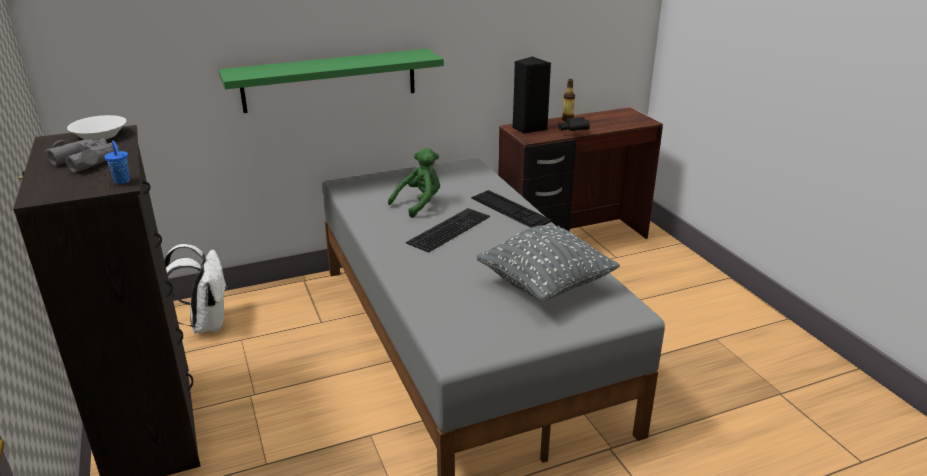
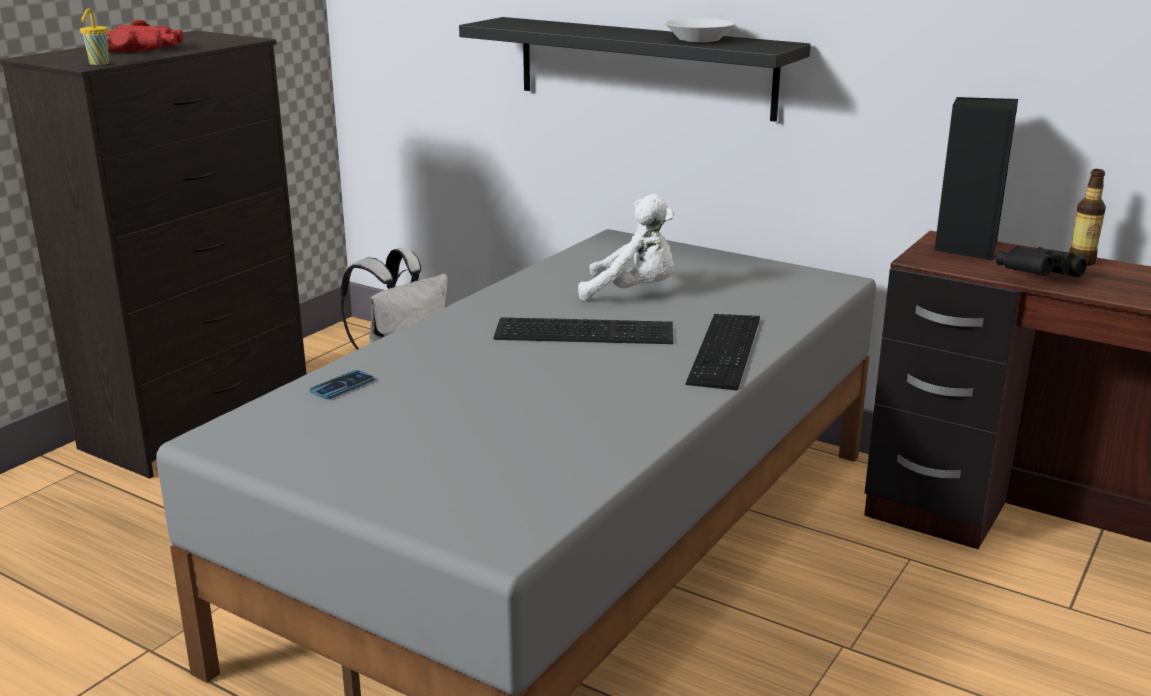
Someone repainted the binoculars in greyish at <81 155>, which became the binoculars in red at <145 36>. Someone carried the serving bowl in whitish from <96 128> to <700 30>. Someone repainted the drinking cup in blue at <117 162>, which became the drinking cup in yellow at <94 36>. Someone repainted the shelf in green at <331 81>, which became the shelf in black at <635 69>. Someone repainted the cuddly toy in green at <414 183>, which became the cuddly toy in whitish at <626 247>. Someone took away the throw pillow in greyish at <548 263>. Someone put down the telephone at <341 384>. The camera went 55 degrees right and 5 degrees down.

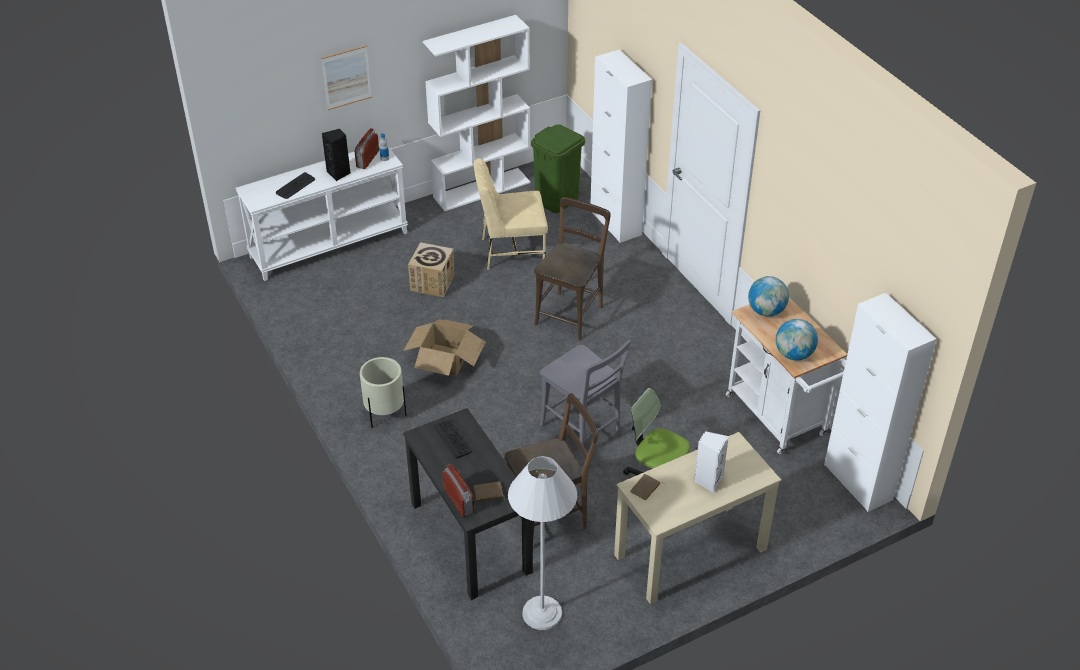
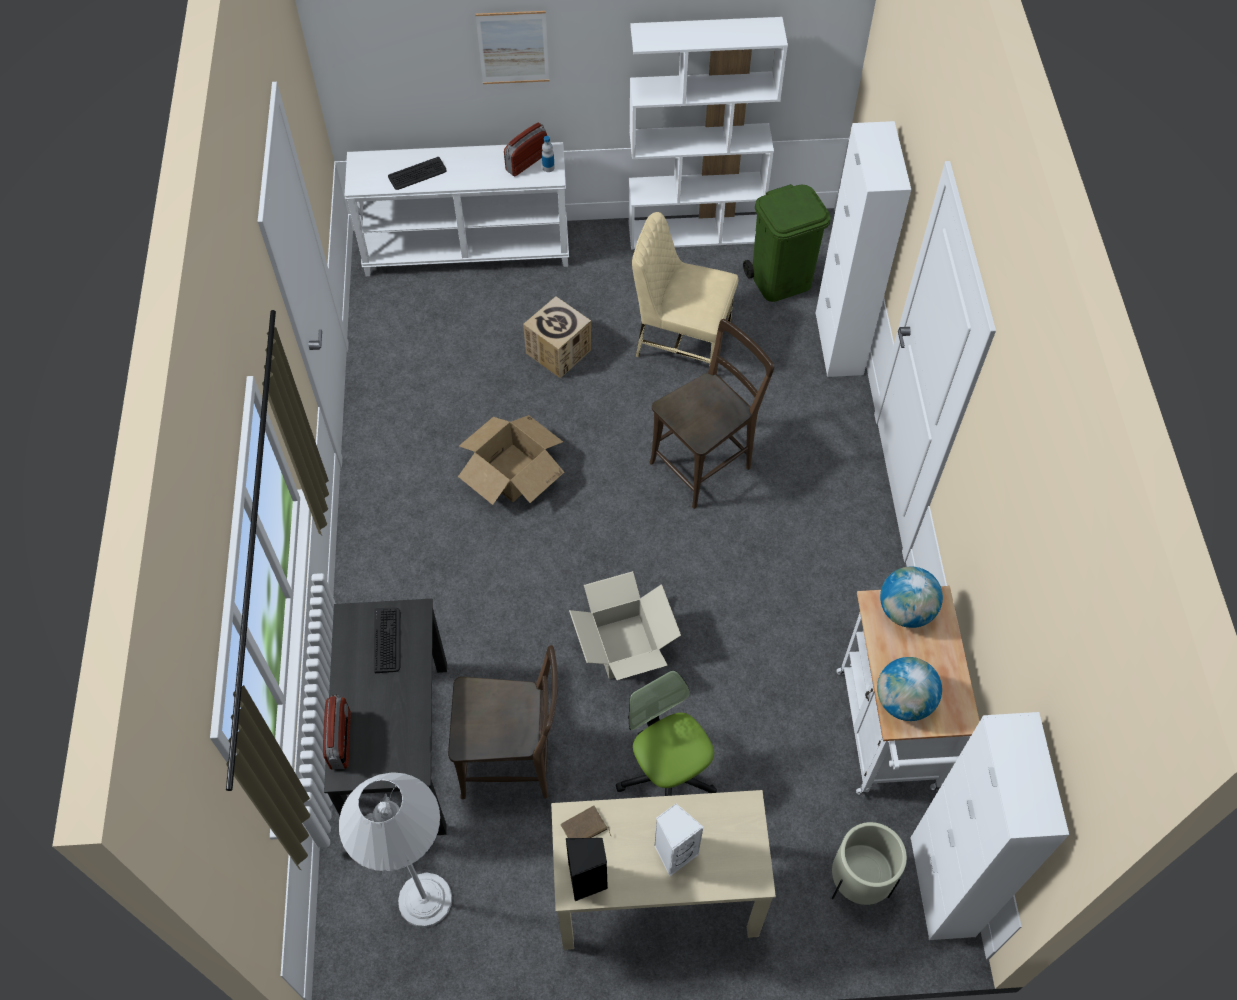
Someone carried the audio speaker in black from <336 155> to <587 869>. Someone carried the planter in beige from <383 392> to <869 863>. Someone took away the book in brownish at <489 491>. Someone swapped the upright chair in greyish at <585 398> for the carton at <625 625>. The camera went 25 degrees right and 15 degrees up.

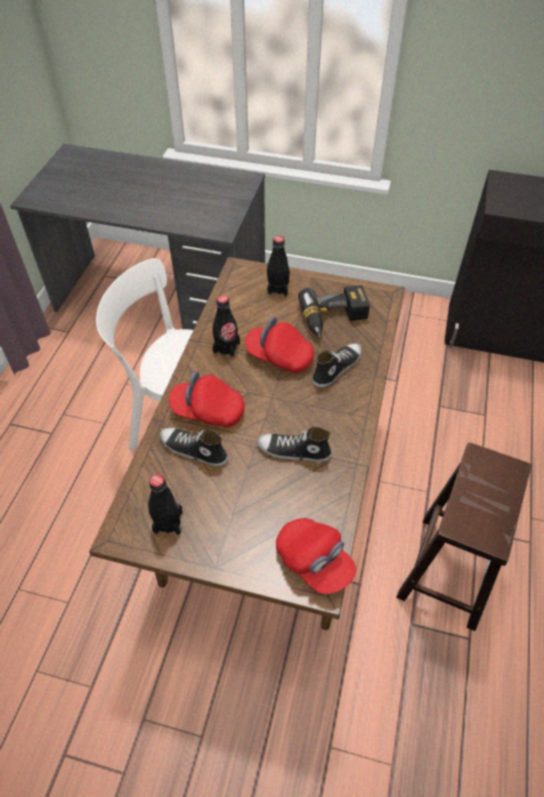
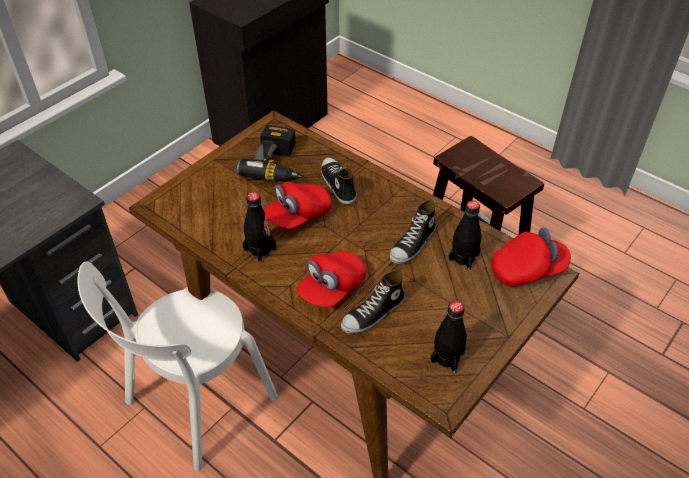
Someone carried the bottle in black from <278 266> to <464 235>. The camera went 65 degrees left and 5 degrees down.

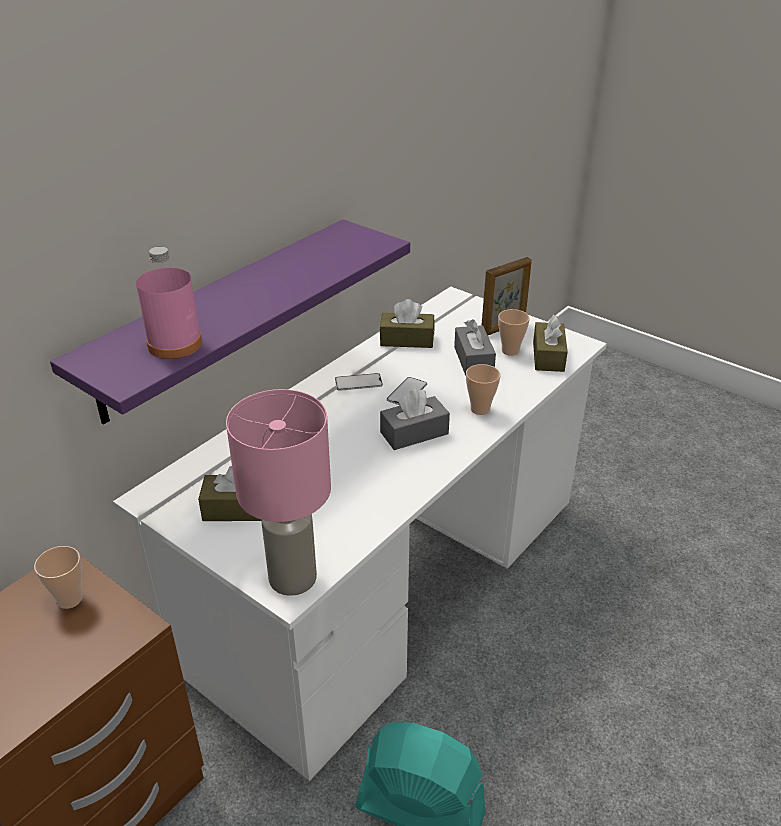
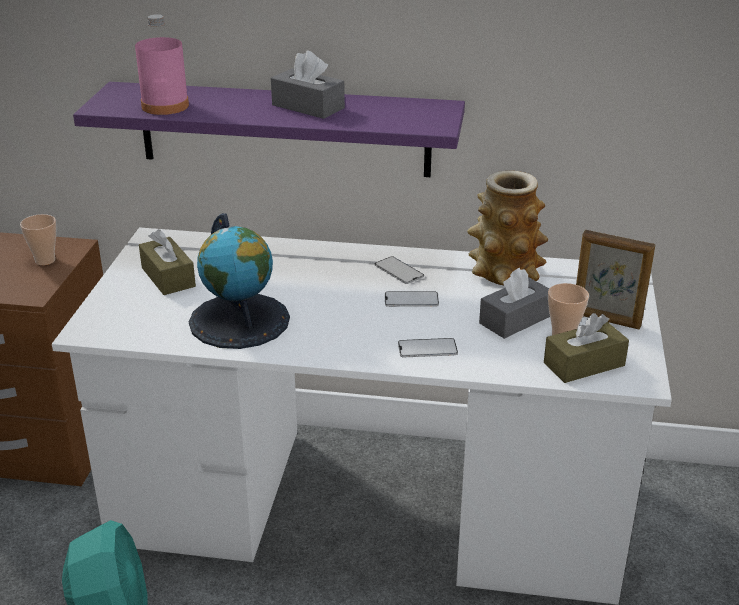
Someone took away the lamp for a table in pink-coloured at <278 492>. Someone swapped the box of tissues in brownish at <407 323> for the decorative vase at <507 228>. Someone carried the box of tissues in greyish from <415 419> to <308 85>. Someone swapped the drinking cup at <483 389> for the telephone at <428 347>. Someone put down the desk globe at <239 281>. The camera went 60 degrees right and 5 degrees down.

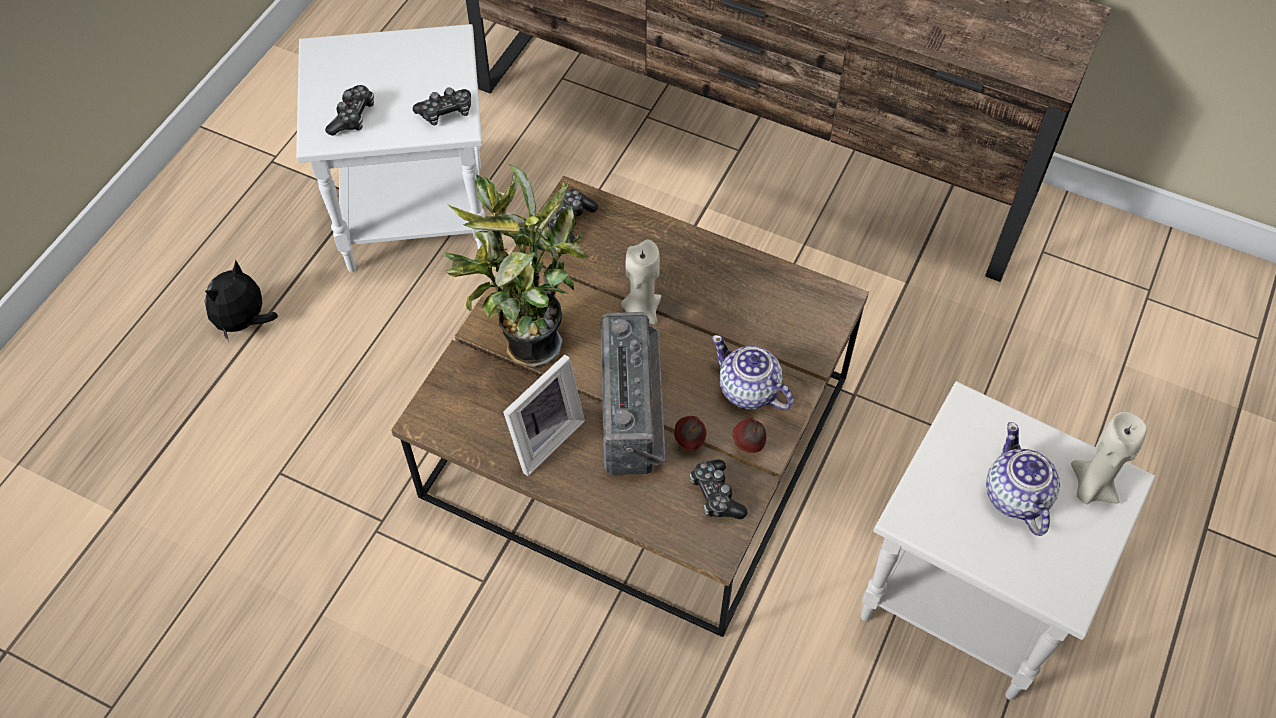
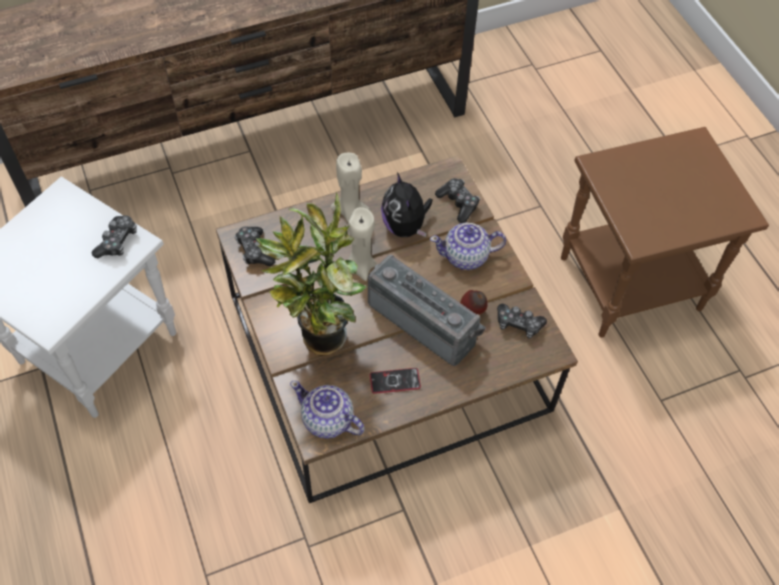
Someone carried the cuddly toy from <241 300> to <407 204>. Someone carried the gamepad from <349 110> to <457 200>. Someone swapped the photo frame at <544 415> for the telephone at <395 381>. Someone took away the whole apple at <749 435>. Someone repainted the side table in whitish at <1008 540>, which became the side table in brownish at <665 232>. Someone carried the teapot from <1023 479> to <327 410>. Someone carried the wax light in beige from <1109 458> to <350 187>. The camera went 50 degrees left and 0 degrees up.

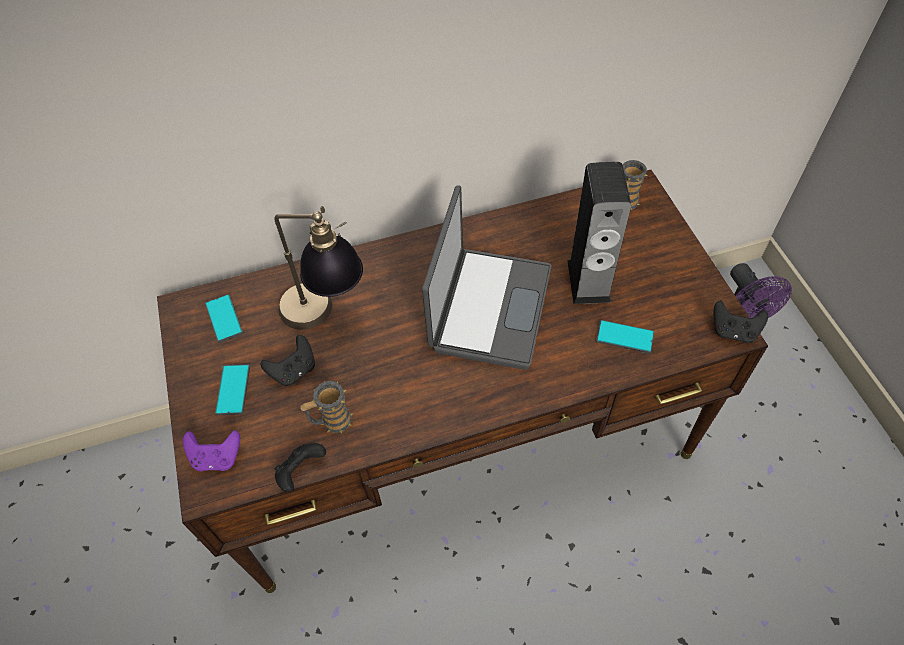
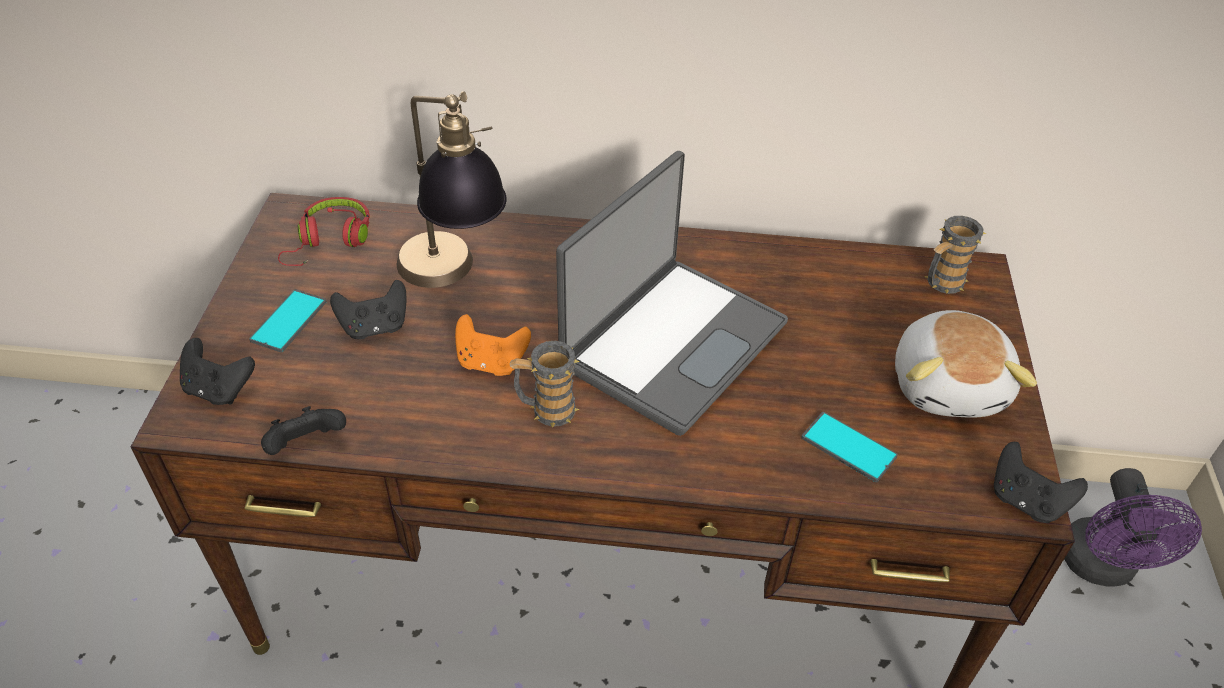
Someone repainted the gamepad in purple at <211 450>, which became the gamepad in black at <217 371>. Someone swapped the telephone at <224 318> for the pair of headphones in red at <324 231>. Someone carried the mug from <327 407> to <544 384>. Someone took away the audio speaker at <599 233>. Someone put down the gamepad in orange-coloured at <493 345>. Someone put down the cuddly toy at <966 364>. The camera went 20 degrees right and 10 degrees down.

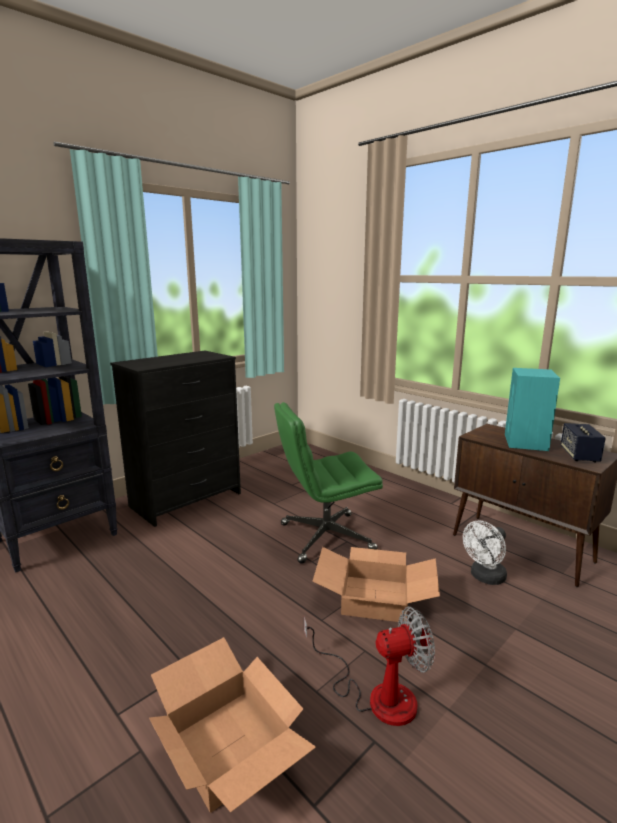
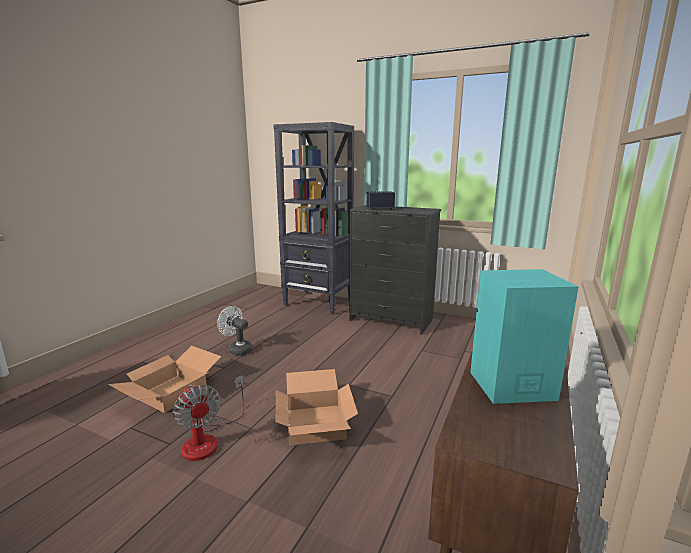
Someone took away the computer chair in green at <328 483>. Someone carried the cooling fan in whitish from <485 552> to <235 331>. Someone carried the audio speaker from <583 442> to <380 200>. The camera went 70 degrees right and 0 degrees up.

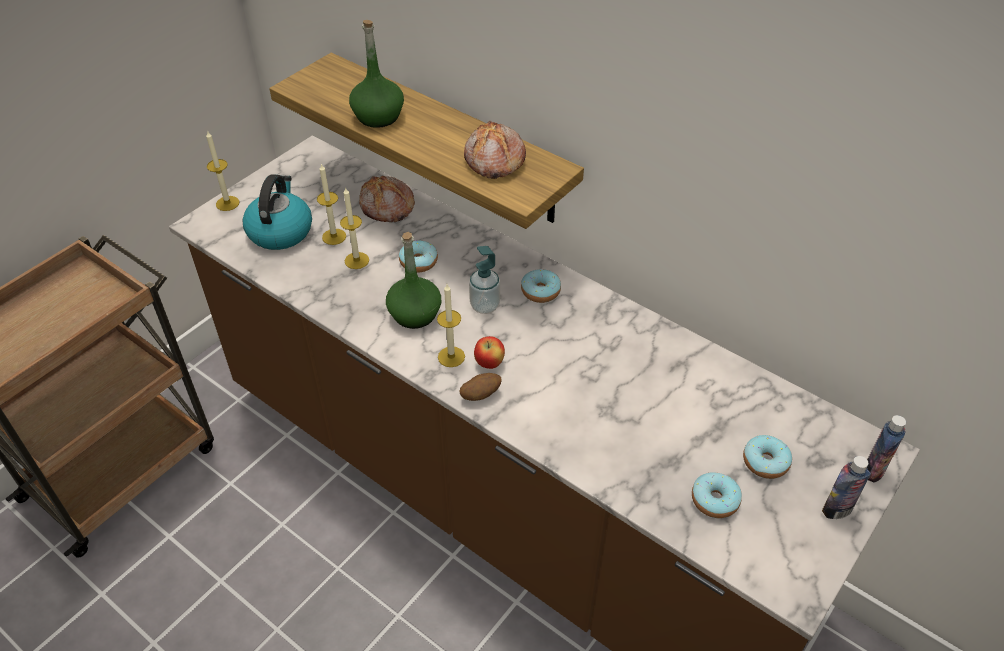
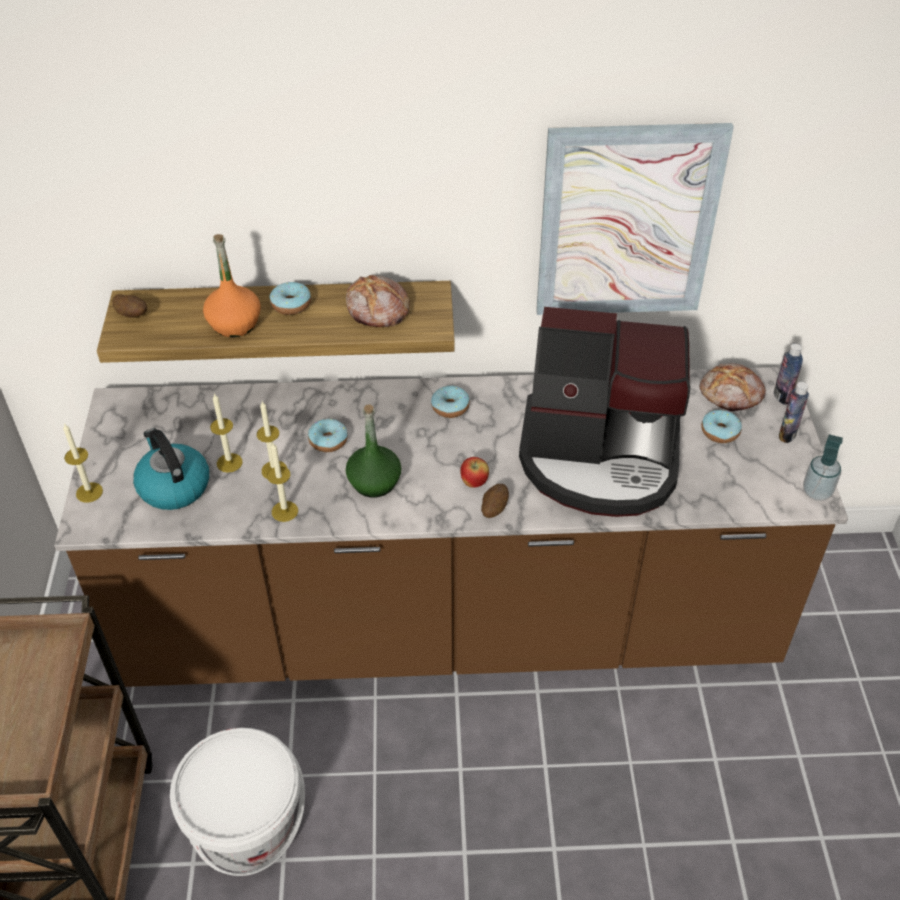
Someone repainted the bottle in green at <376 74>, which became the bottle in orange-coloured at <232 286>. Someone carried the bakery bread from <387 199> to <733 387>. Someone carried the wax light from <451 325> to <282 482>. Someone carried the soap bottle from <484 280> to <823 467>. Someone carried the doughnut from <717 495> to <290 298>. Someone put down the whole potato at <129 306>. Someone put down the pail in whitish at <237 802>. Someone put down the coffee brewer at <604 412>. Someone put up the wall picture at <635 219>. The camera went 40 degrees left and 0 degrees up.

